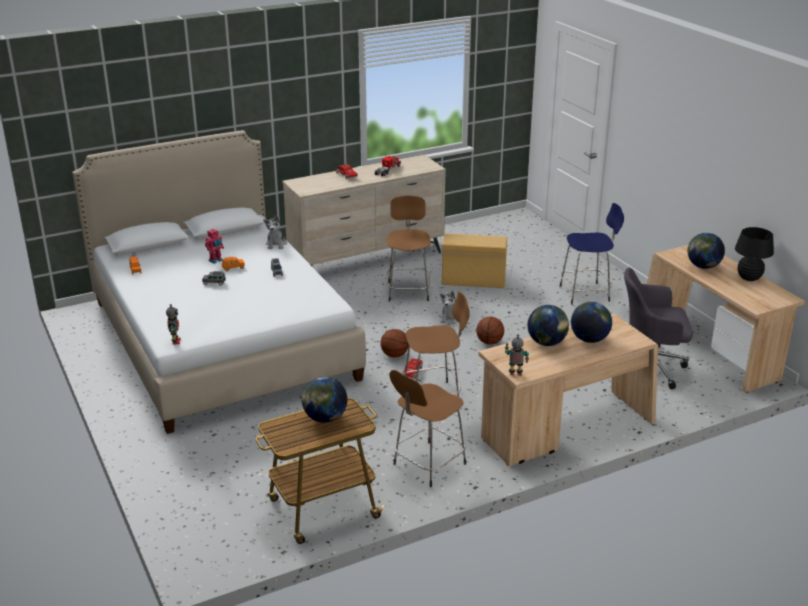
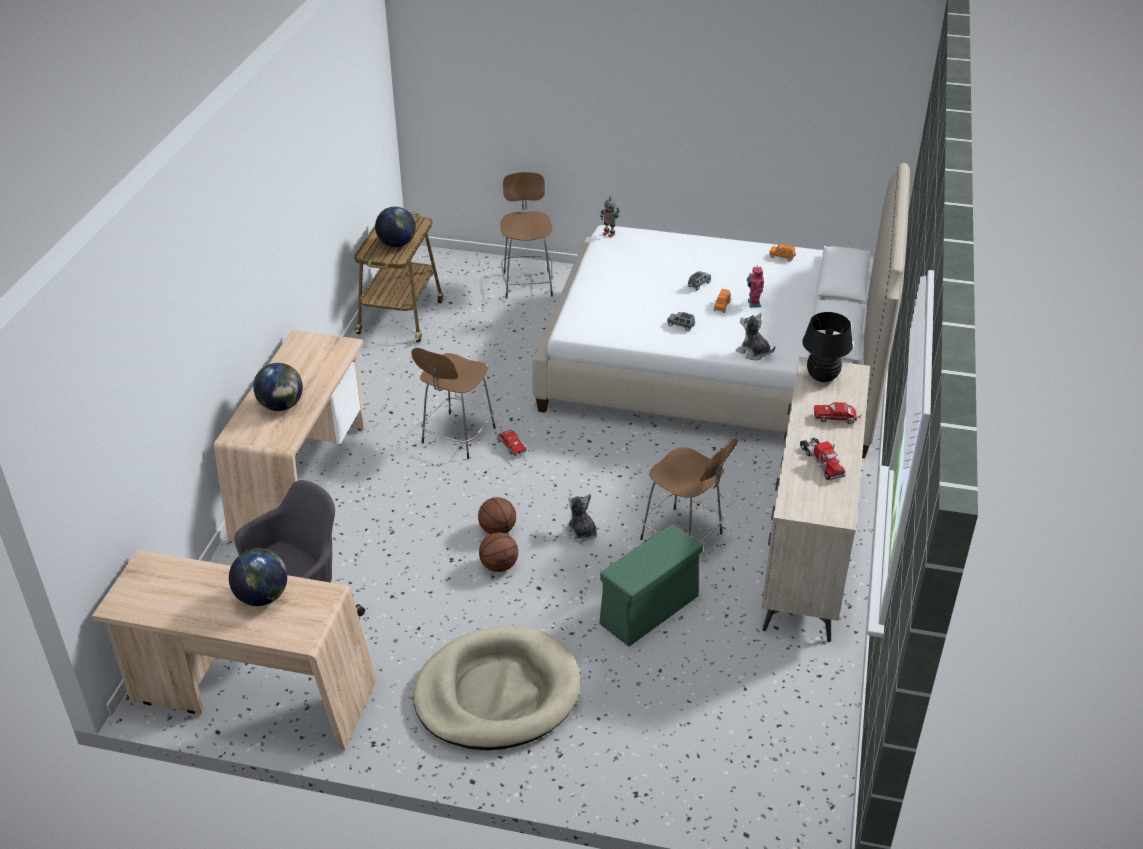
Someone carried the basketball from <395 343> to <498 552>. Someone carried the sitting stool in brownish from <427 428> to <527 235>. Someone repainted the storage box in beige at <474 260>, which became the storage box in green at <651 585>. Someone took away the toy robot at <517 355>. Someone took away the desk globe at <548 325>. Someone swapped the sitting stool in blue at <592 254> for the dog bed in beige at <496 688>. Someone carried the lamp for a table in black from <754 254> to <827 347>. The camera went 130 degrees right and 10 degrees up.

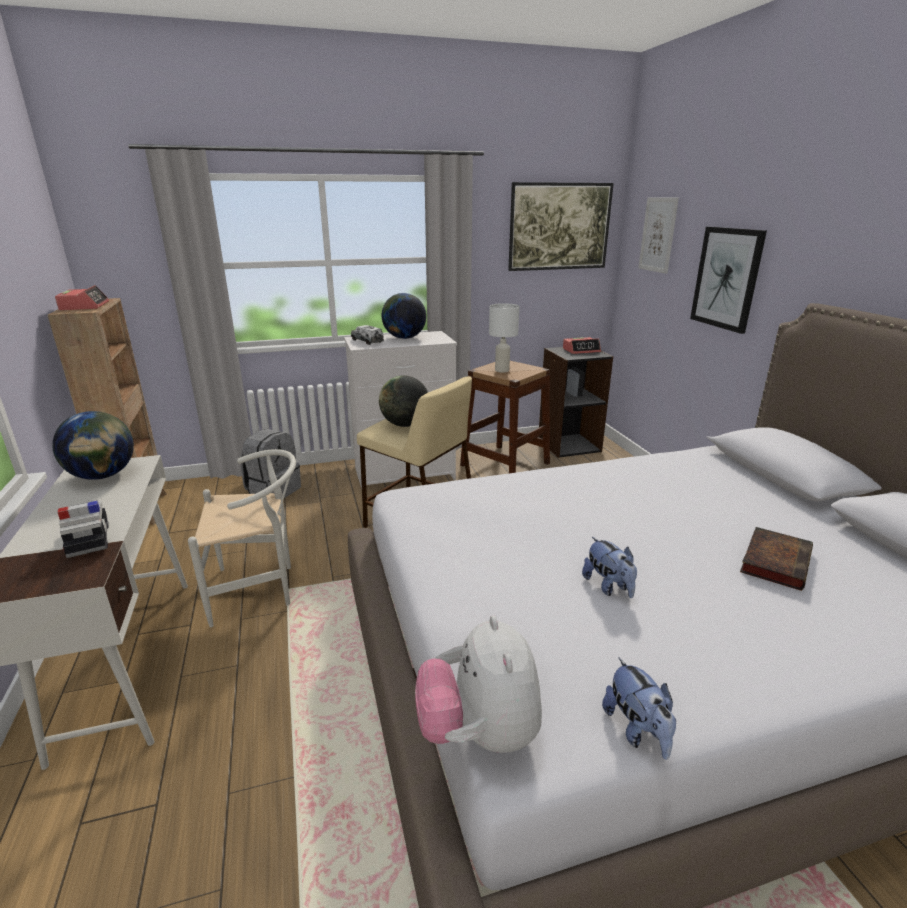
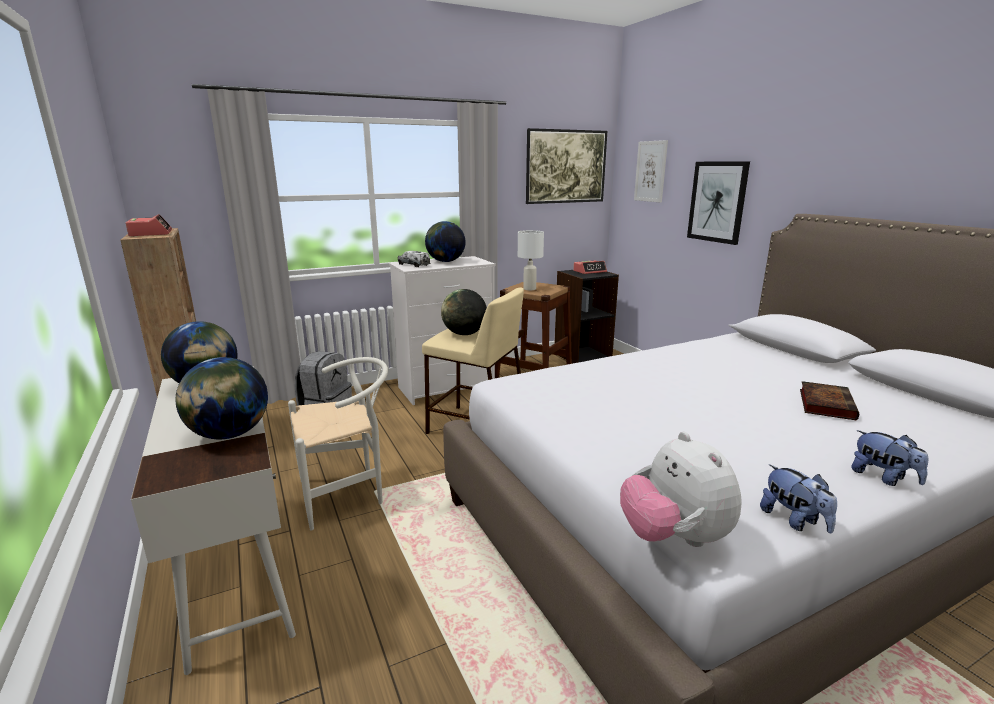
Someone swapped the model car at <83 529> for the desk globe at <222 398>. Someone carried the cuddly toy from <609 567> to <889 458>. The camera went 10 degrees left and 5 degrees down.

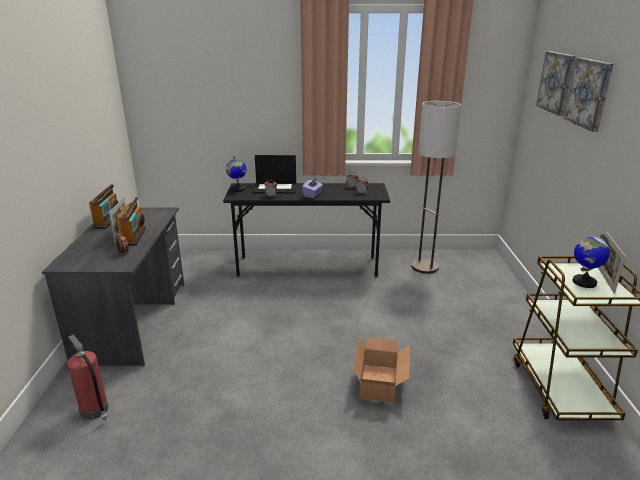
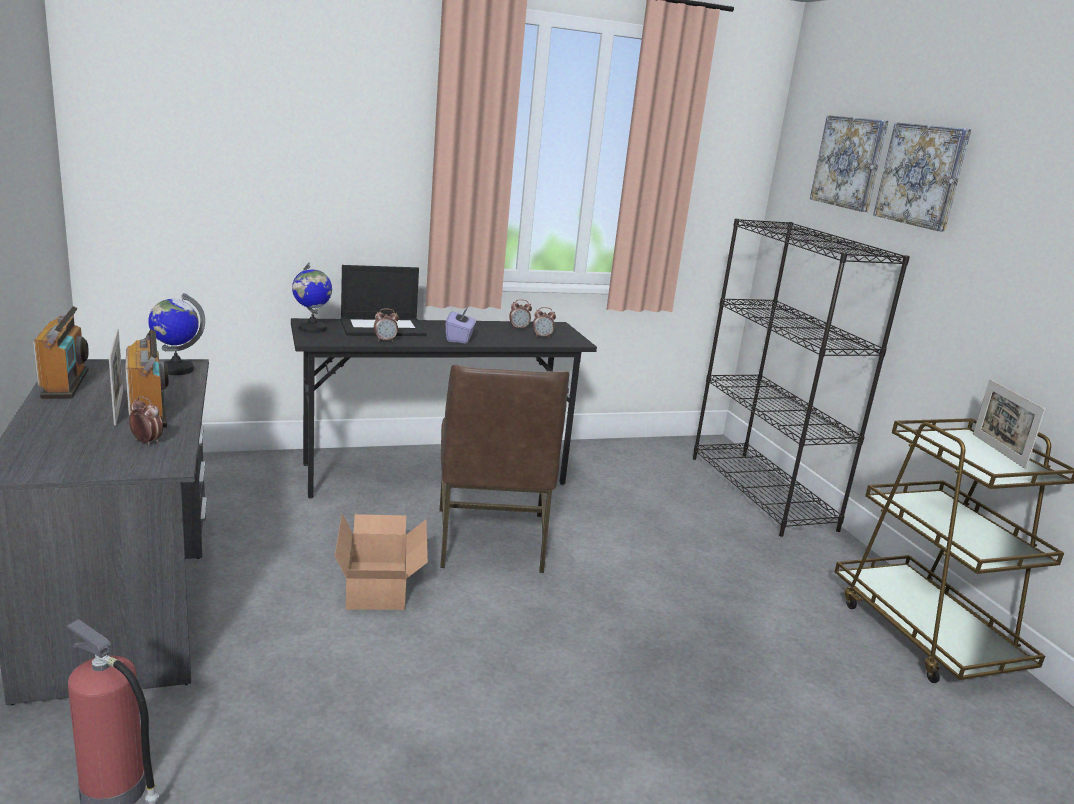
Someone carried the carton from <381 370> to <381 562>. Someone took away the standing lamp at <436 187>. Someone carried the desk globe from <591 261> to <176 334>. Someone put down the upright chair in brownish at <504 468>. Someone put down the shelving unit in black at <801 377>. The camera went 20 degrees left and 5 degrees down.

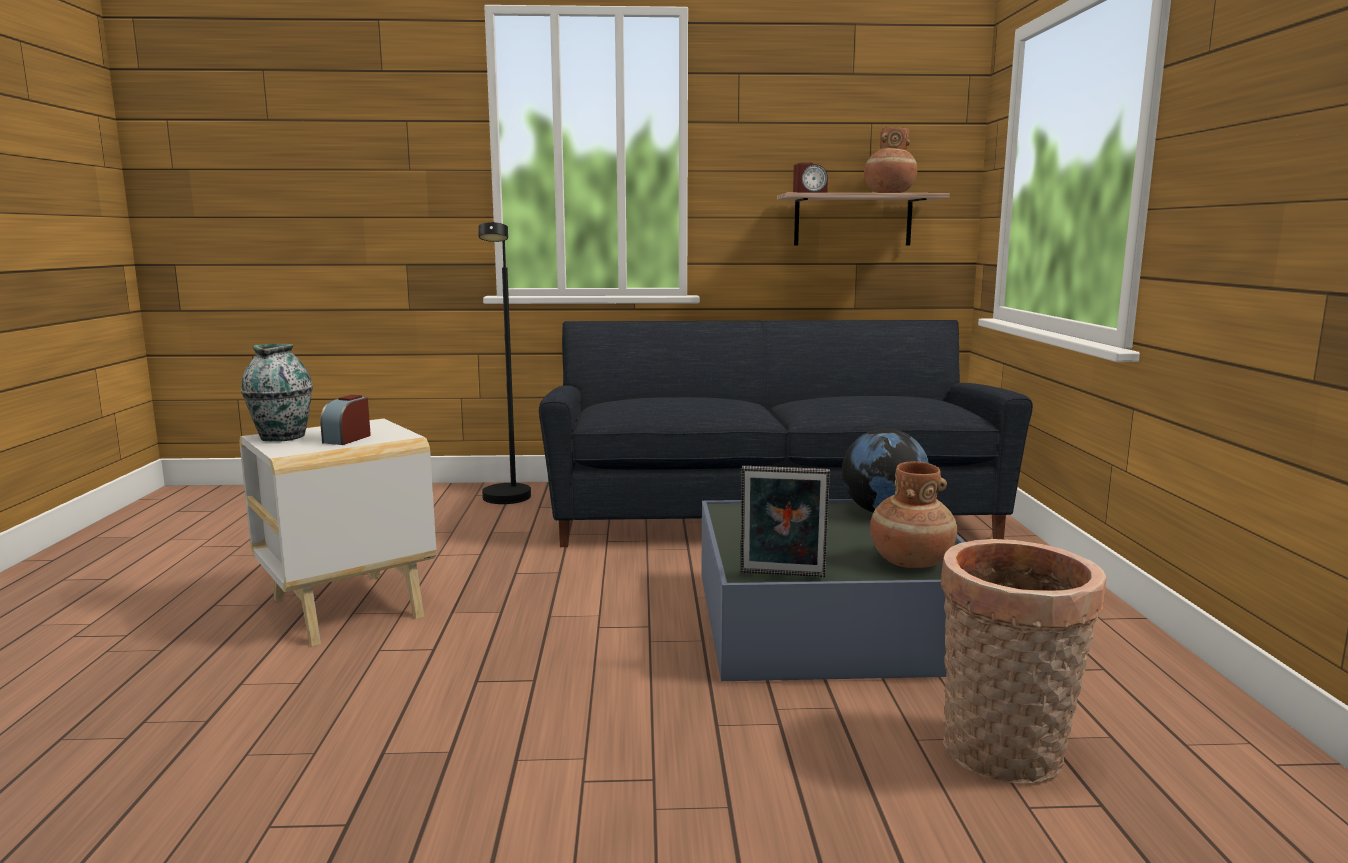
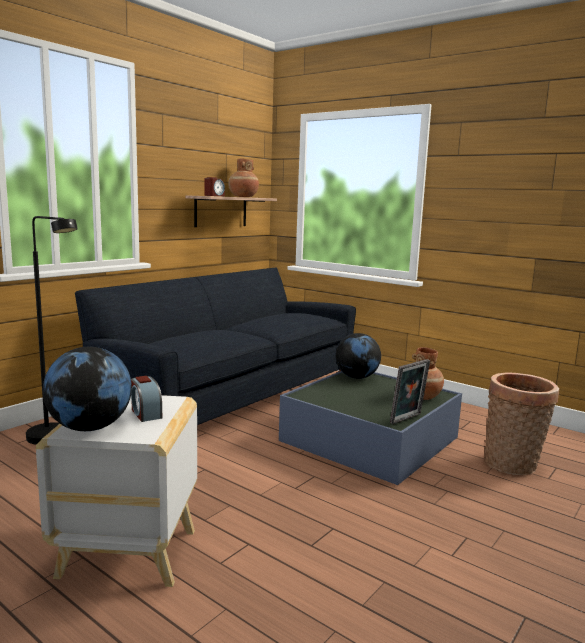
Someone swapped the decorative vase at <277 393> for the desk globe at <87 389>. The camera went 50 degrees left and 0 degrees up.

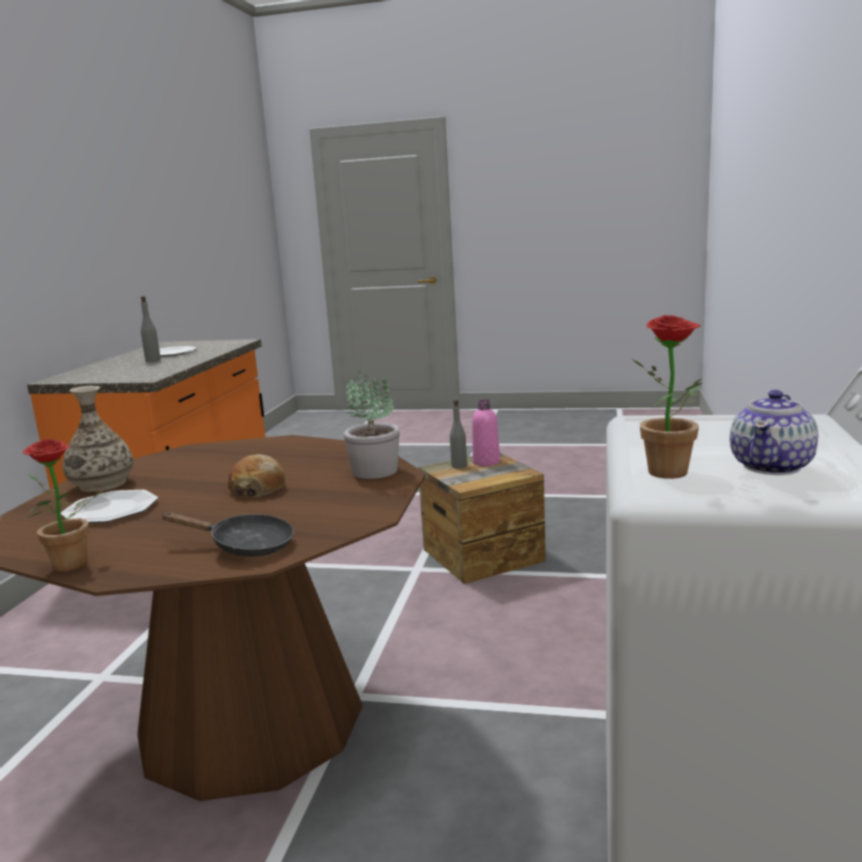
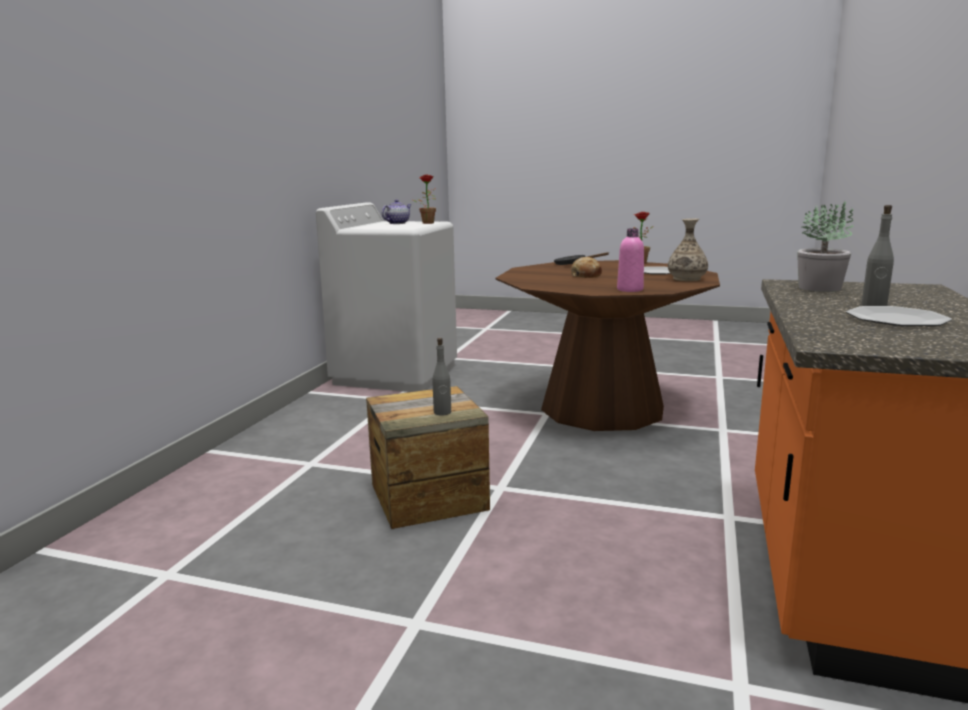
Someone carried the plant in a pot from <372 424> to <825 246>. Someone carried the bottle in pink-coloured from <486 432> to <630 260>. The camera went 175 degrees left and 0 degrees up.

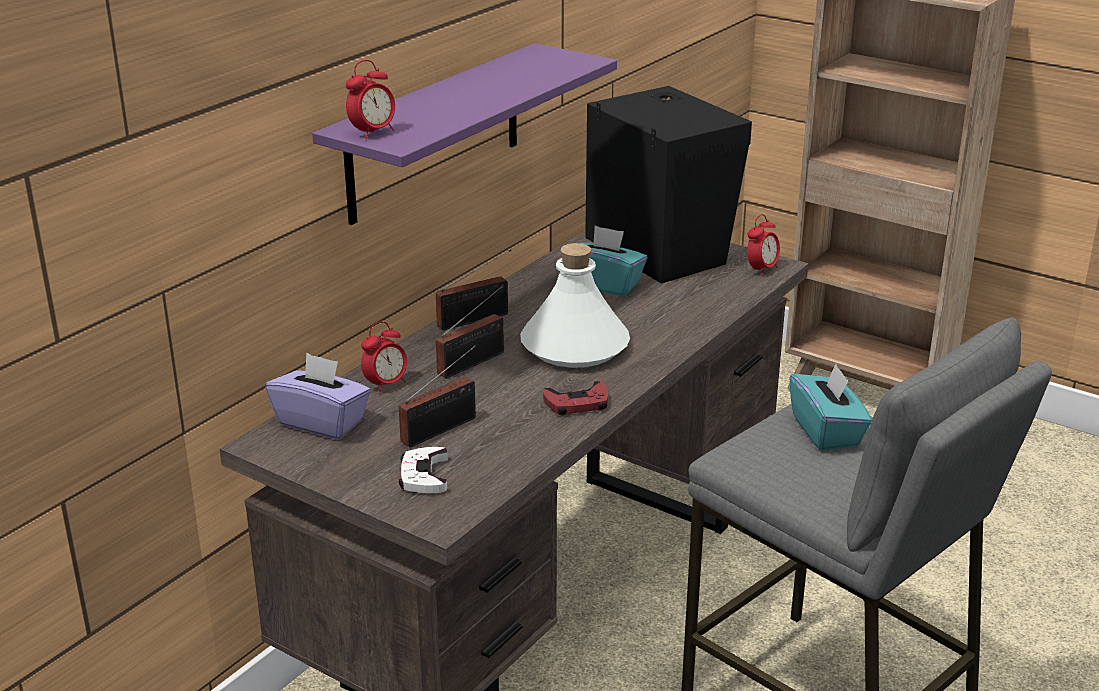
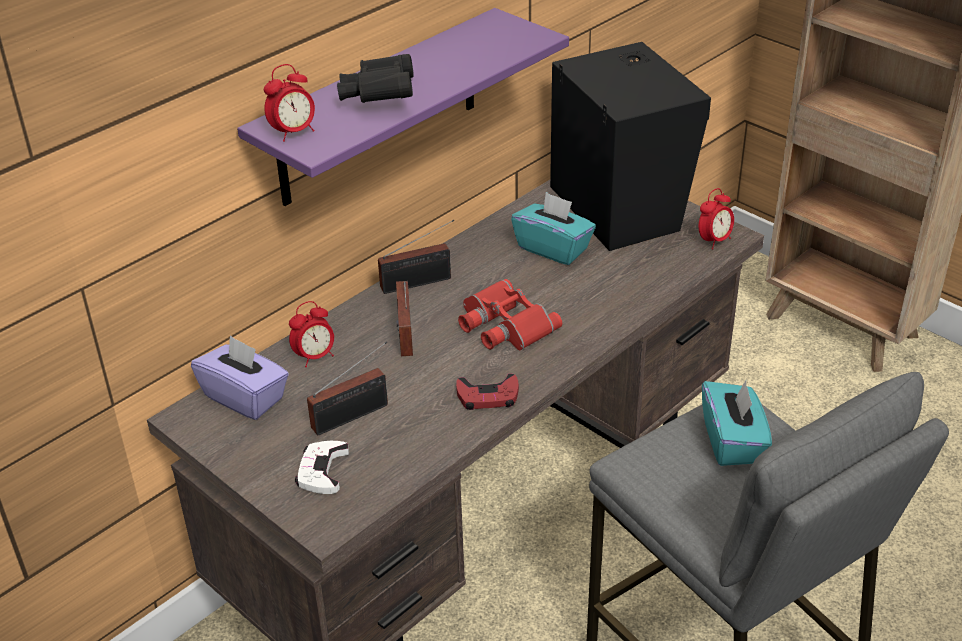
Someone rotated the radio at <470 331> by 120 degrees clockwise. Someone swapped the bottle in whitish at <575 305> for the binoculars in red at <510 315>. Someone put down the binoculars in black at <375 78>. The camera went 10 degrees right and 10 degrees up.

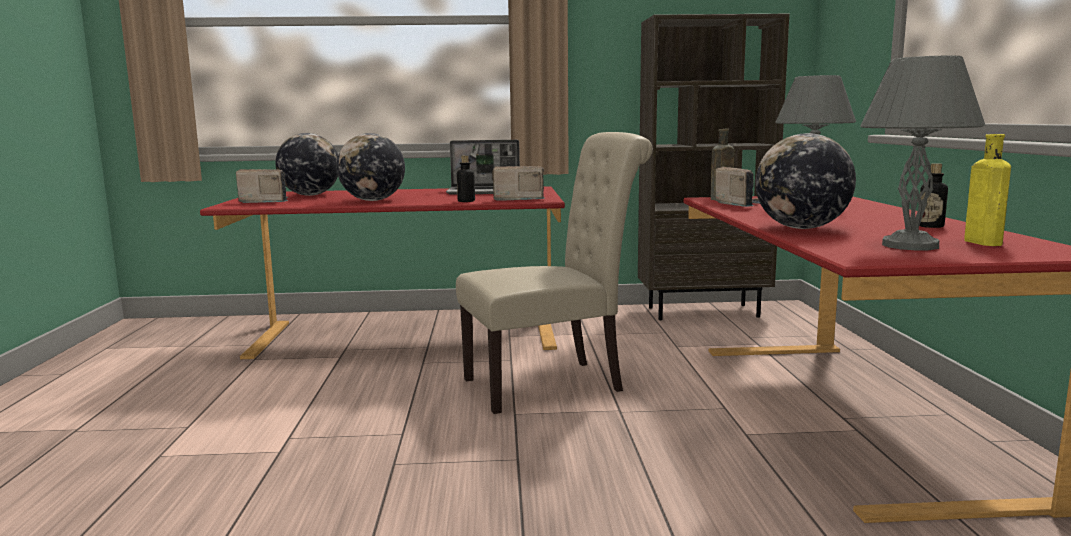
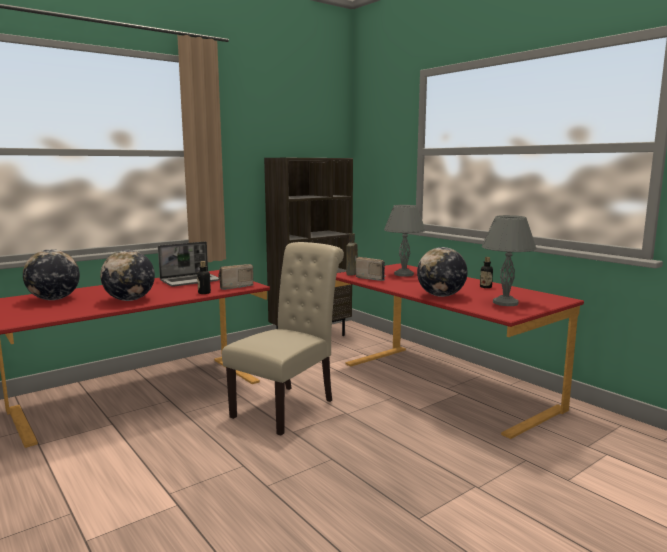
Someone took away the radio at <262 186>. Someone took away the bottle in yellow at <987 190>. The camera went 35 degrees left and 0 degrees up.

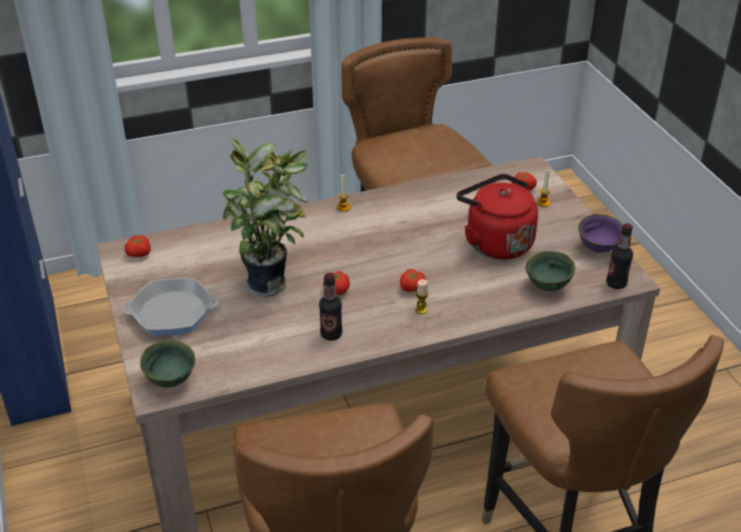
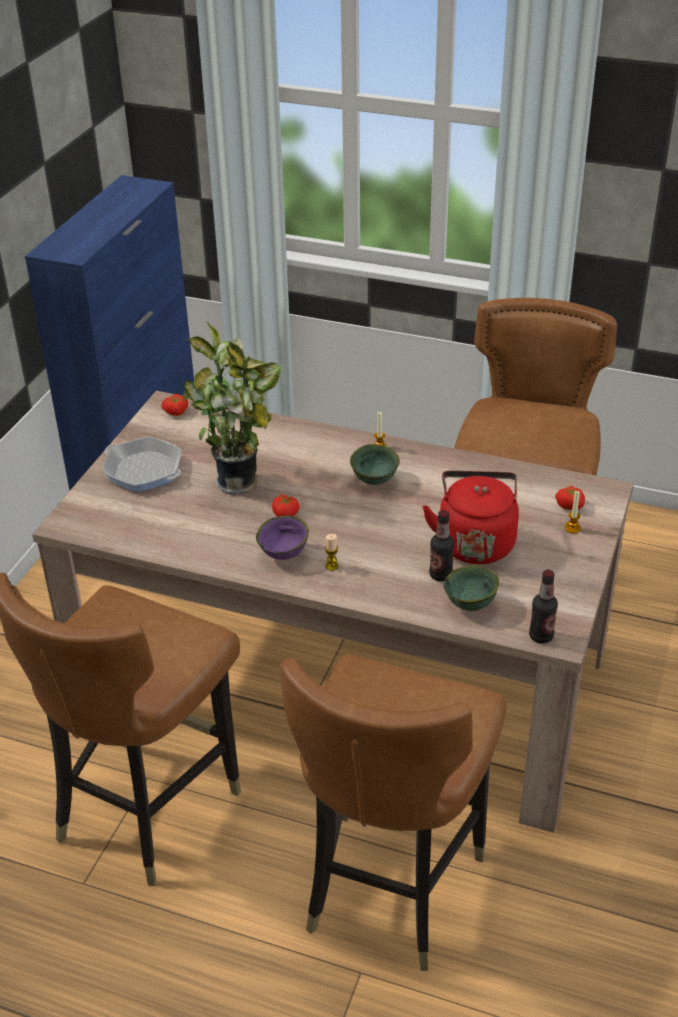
Someone carried the serving bowl in green from <167 363> to <375 464>. Someone carried the bottle from <330 306> to <441 545>. Someone took away the fresh tomato at <413 280>. Someone carried the serving bowl in purple from <600 233> to <282 537>. The camera went 40 degrees right and 0 degrees up.

